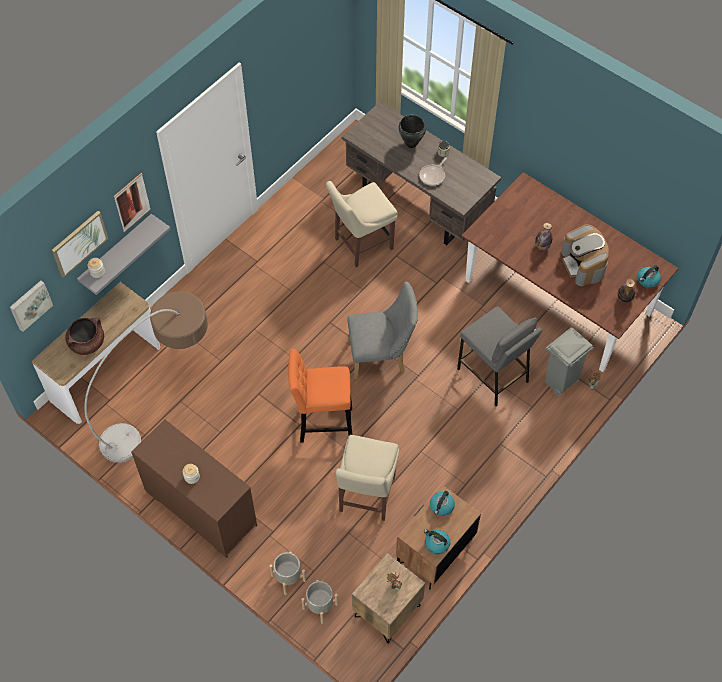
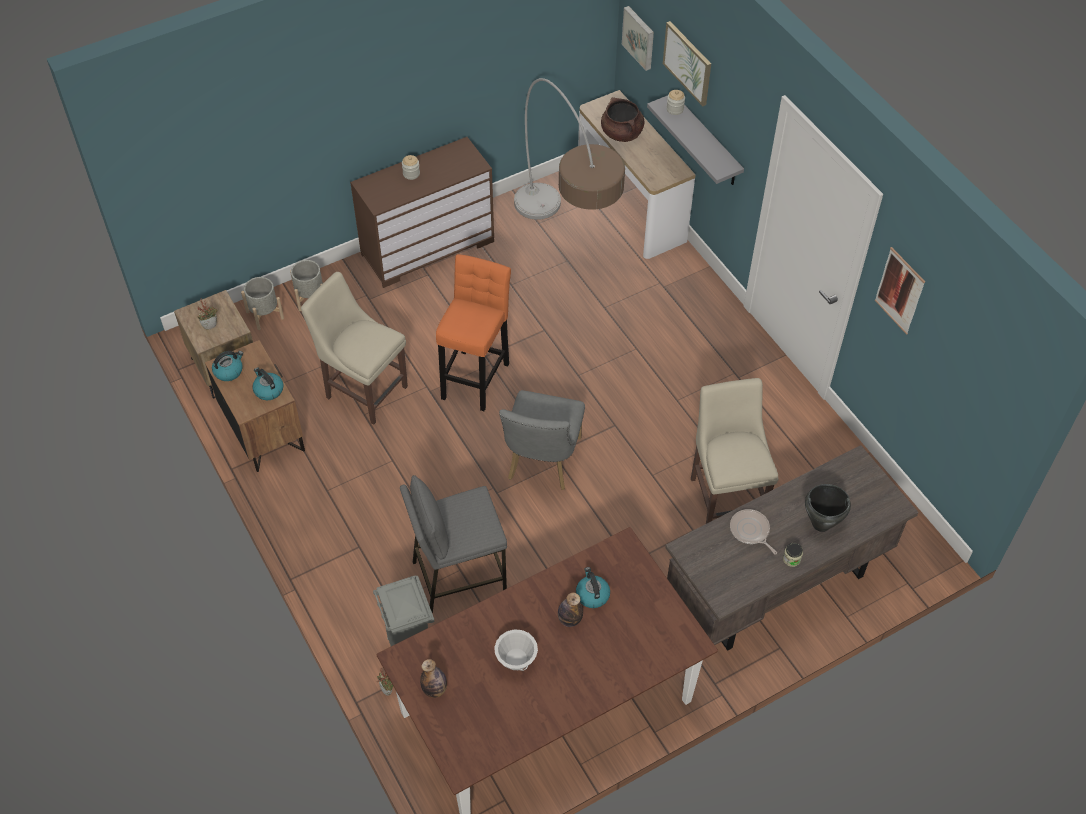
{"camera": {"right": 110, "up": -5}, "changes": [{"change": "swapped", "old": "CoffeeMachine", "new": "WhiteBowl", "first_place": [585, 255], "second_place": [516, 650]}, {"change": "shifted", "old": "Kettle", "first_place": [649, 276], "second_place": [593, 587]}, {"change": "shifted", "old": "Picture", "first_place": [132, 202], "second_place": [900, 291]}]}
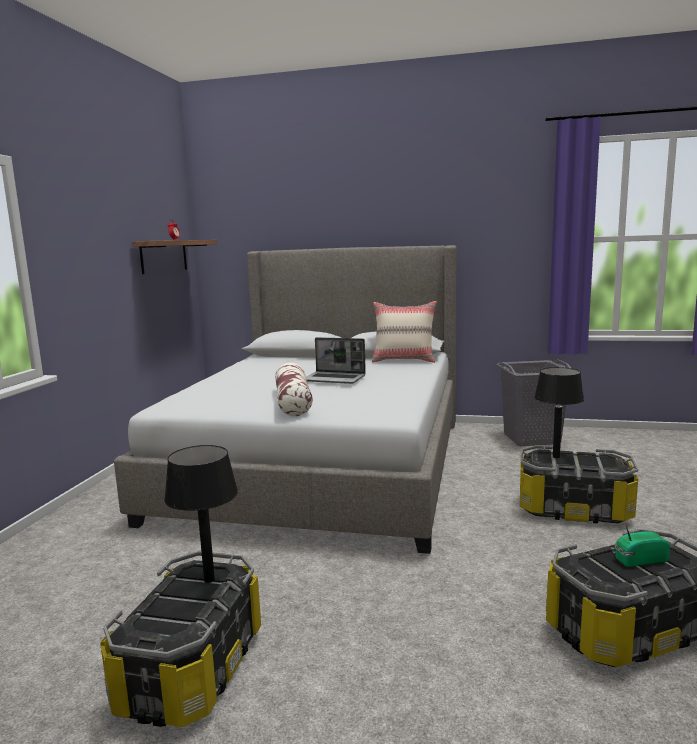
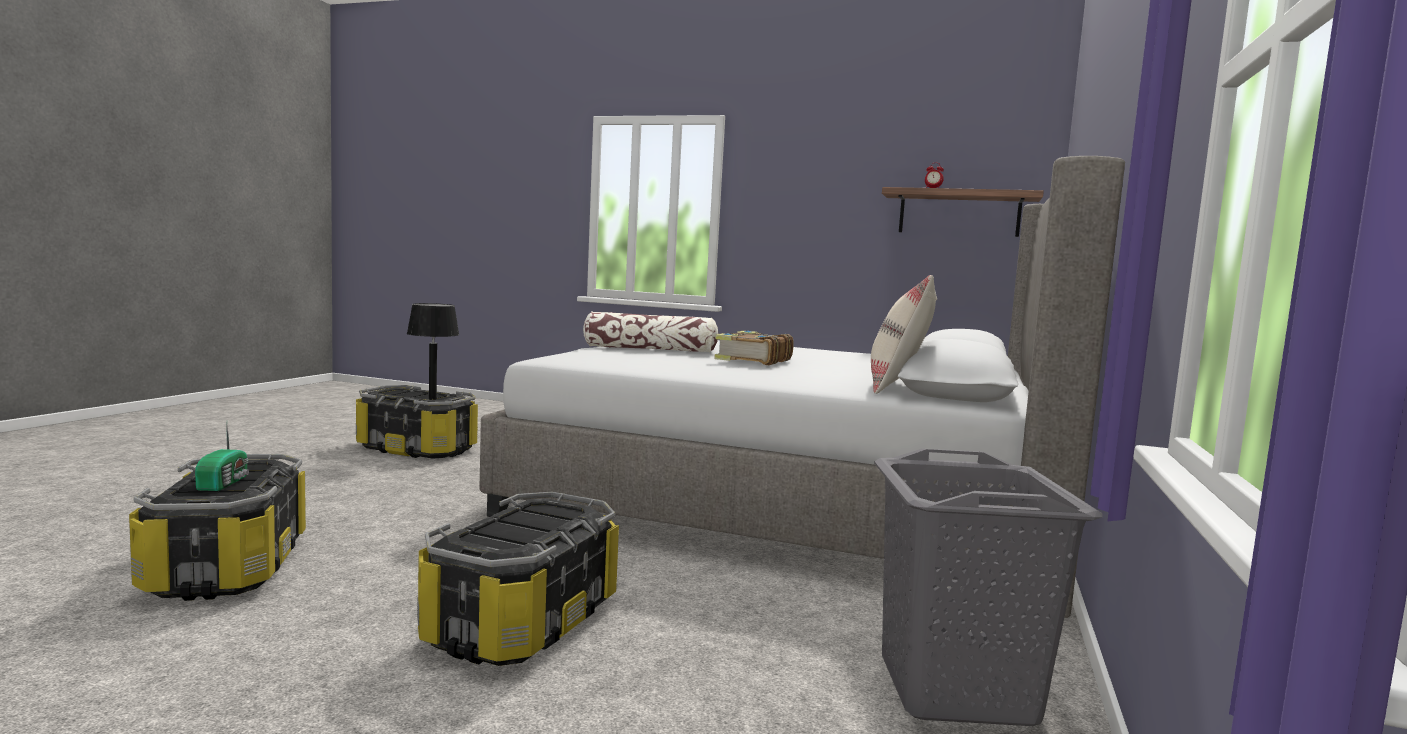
{"camera": {"right": 95, "up": -5}, "changes": [{"change": "swapped", "old": "Laptop", "new": "Book", "first_place": [336, 360], "second_place": [754, 348]}, {"change": "gone", "old": "BlackTableLamp", "first_place": [559, 412]}]}
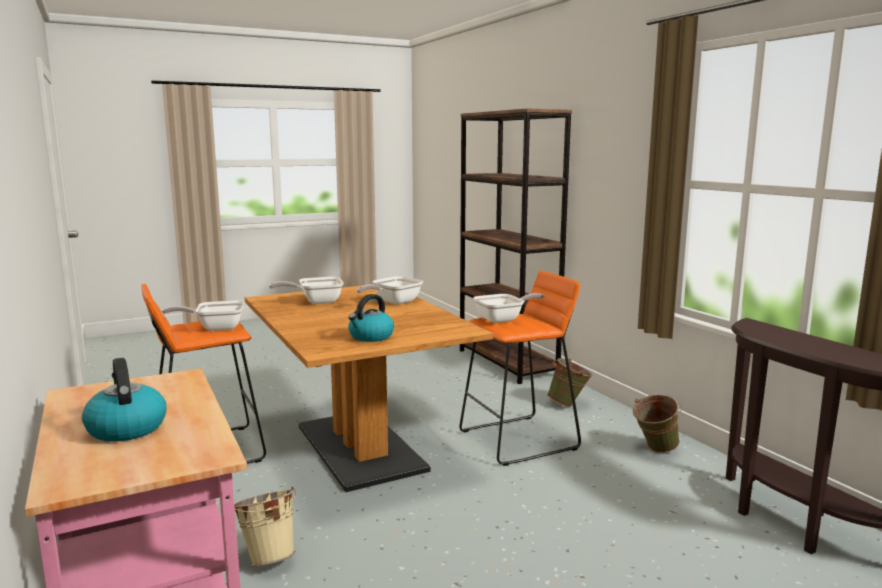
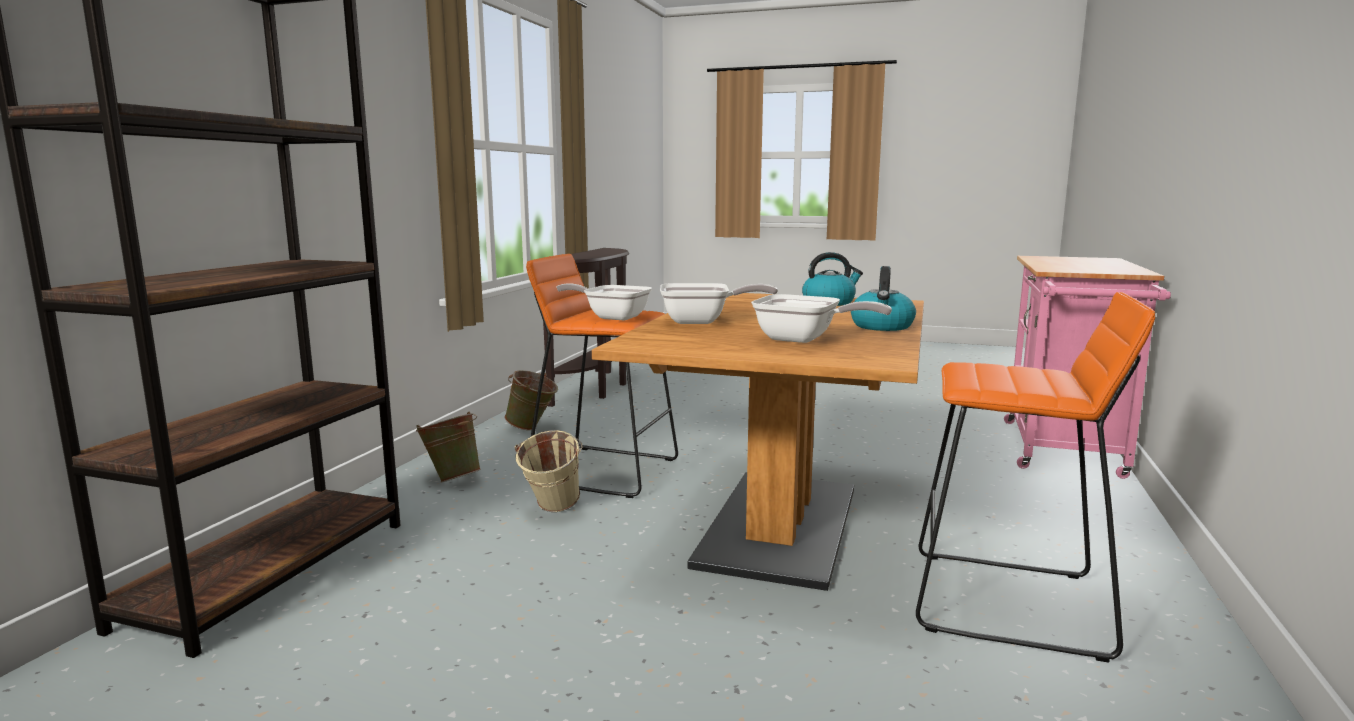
{"camera": {"right": -135, "up": 0}, "changes": [{"change": "shifted", "old": "BeigeBucket", "first_place": [265, 526], "second_place": [549, 471]}, {"change": "shifted", "old": "Kettle", "first_place": [124, 400], "second_place": [883, 298]}, {"change": "gone", "old": "FryingPan", "first_place": [203, 315]}]}
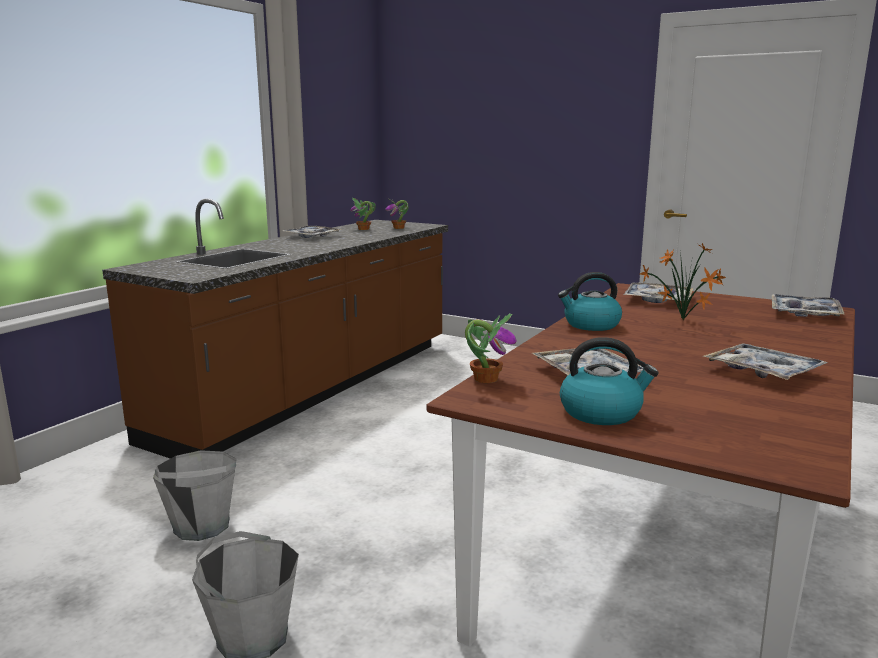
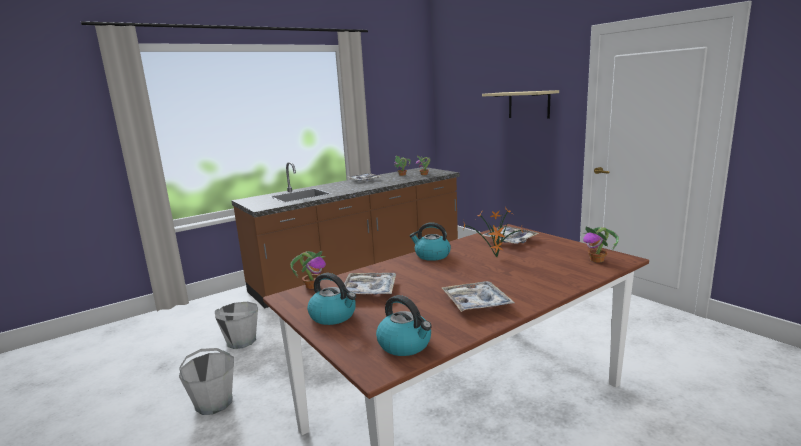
{"camera": {"right": 25, "up": 0}, "changes": [{"change": "new", "new": "Kettle", "second_place": [404, 325]}, {"change": "new", "new": "BeigeShelf", "second_place": [520, 104]}, {"change": "swapped", "old": "Tray", "new": "PottedPlant", "first_place": [808, 305], "second_place": [600, 245]}]}
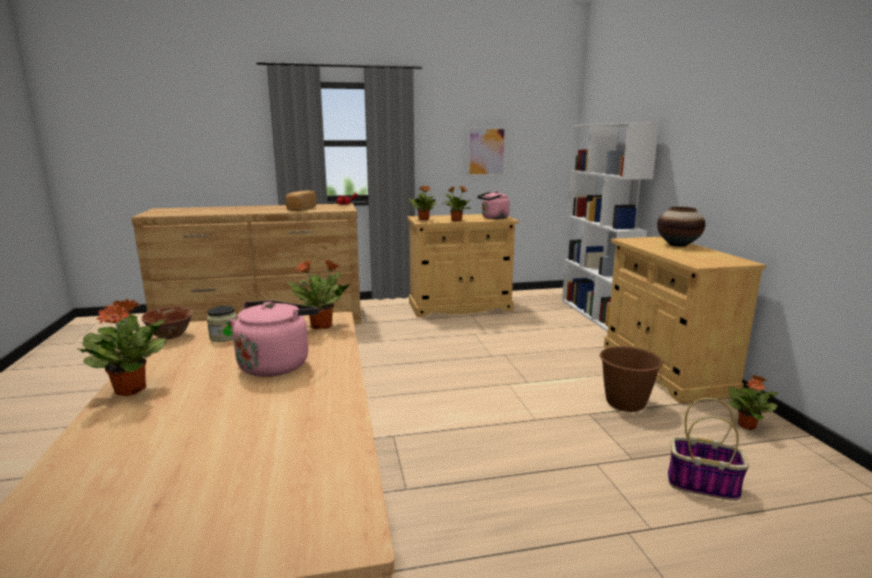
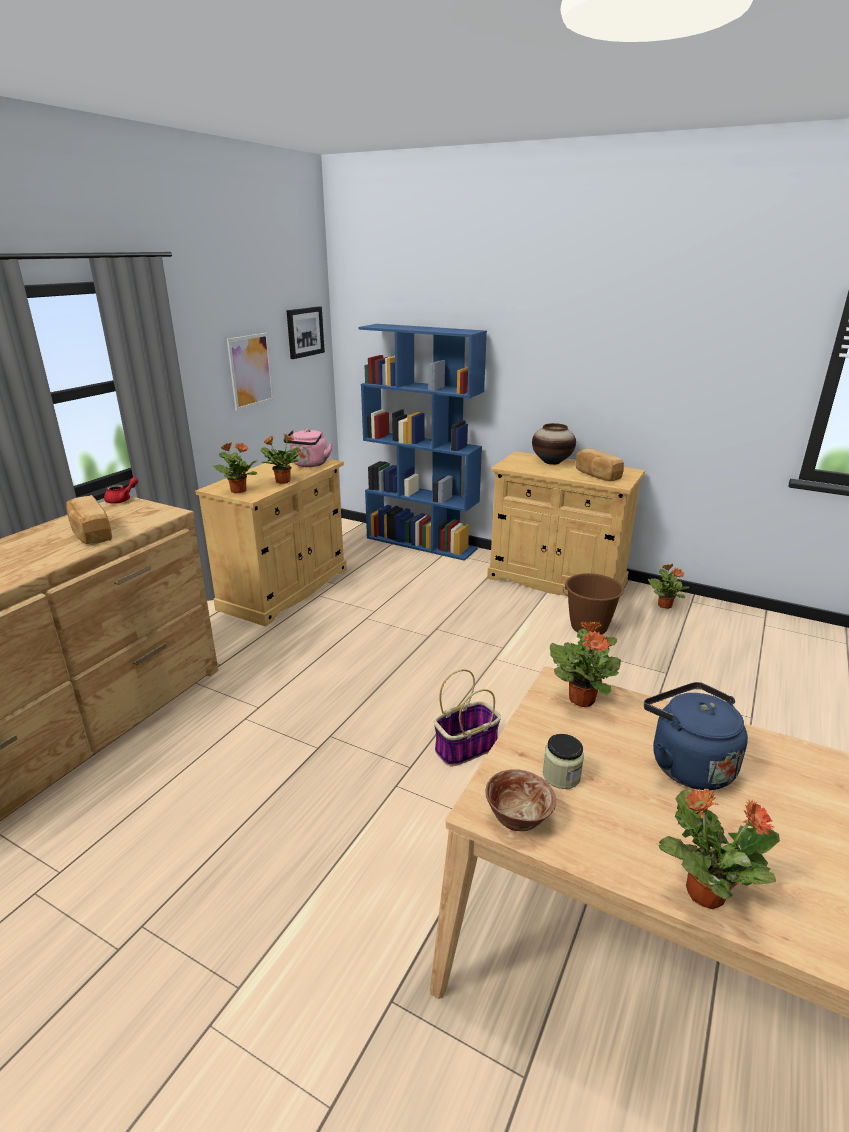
{"camera": {"right": -50, "up": 10}, "changes": [{"change": "new", "new": "Picture", "second_place": [306, 332]}, {"change": "repainted", "old": "WhiteBookcase", "new": "BlueBookcase", "first_place": [610, 227], "second_place": [422, 442]}, {"change": "shifted", "old": "Basket", "first_place": [708, 449], "second_place": [467, 718]}, {"change": "new", "new": "Bread", "second_place": [599, 464]}, {"change": "repainted", "old": "PinkKettle", "new": "BlueKettle", "first_place": [274, 338], "second_place": [696, 736]}]}
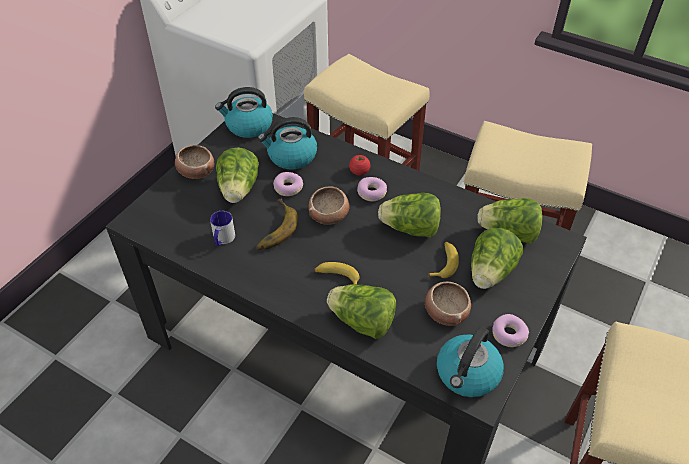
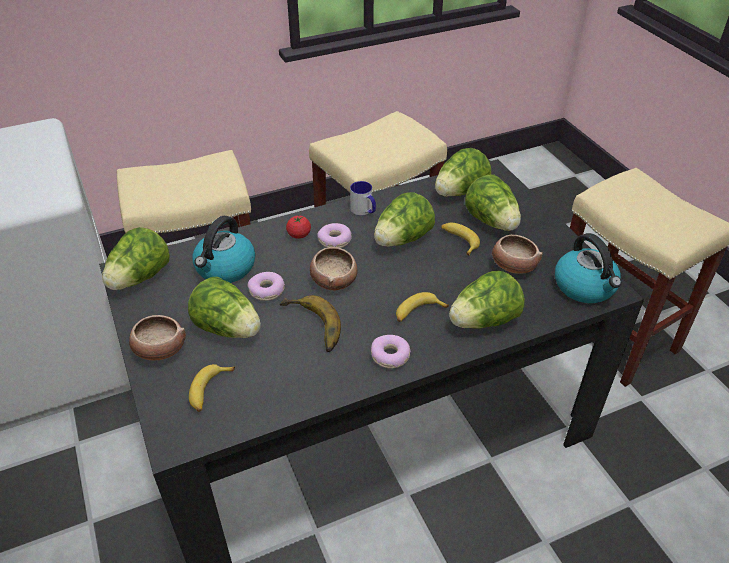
{"camera": {"right": -55, "up": -5}, "changes": [{"change": "swapped", "old": "Kettle", "new": "Lettuce", "first_place": [244, 112], "second_place": [136, 258]}, {"change": "new", "new": "Banana", "second_place": [212, 388]}, {"change": "shifted", "old": "Mug", "first_place": [222, 228], "second_place": [363, 198]}, {"change": "shifted", "old": "Donut", "first_place": [510, 330], "second_place": [391, 352]}]}
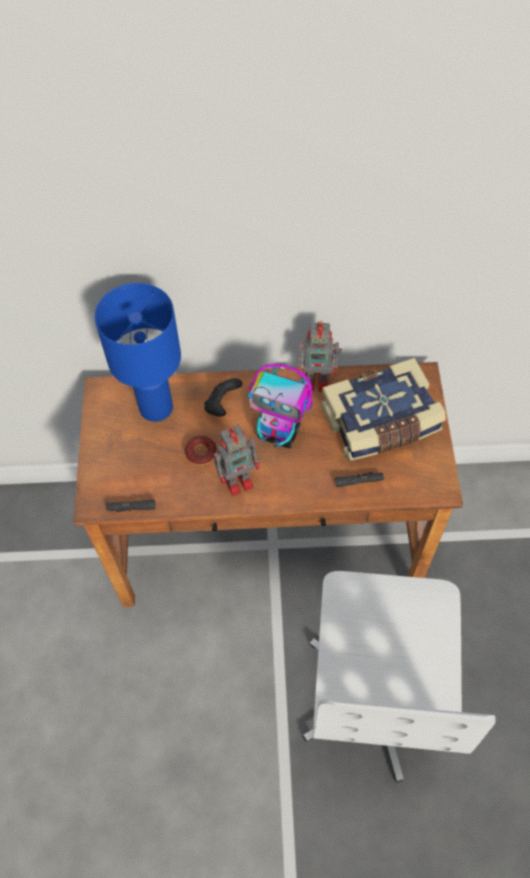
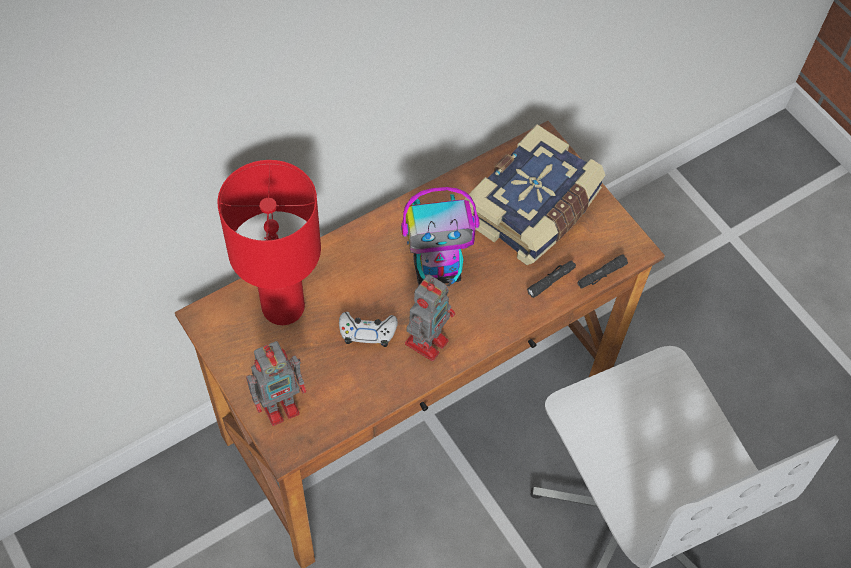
{"camera": {"right": -35, "up": 0}, "changes": [{"change": "repainted", "old": "BlueTableLamp", "new": "RedTableLamp", "first_place": [138, 352], "second_place": [269, 242]}, {"change": "shifted", "old": "ToyRobot", "first_place": [320, 356], "second_place": [276, 383]}, {"change": "swapped", "old": "Donut", "new": "WhiteGameController", "first_place": [201, 450], "second_place": [368, 329]}, {"change": "shifted", "old": "BlackFlashlight", "first_place": [131, 506], "second_place": [602, 272]}, {"change": "gone", "old": "BlackGameController", "first_place": [223, 397]}]}
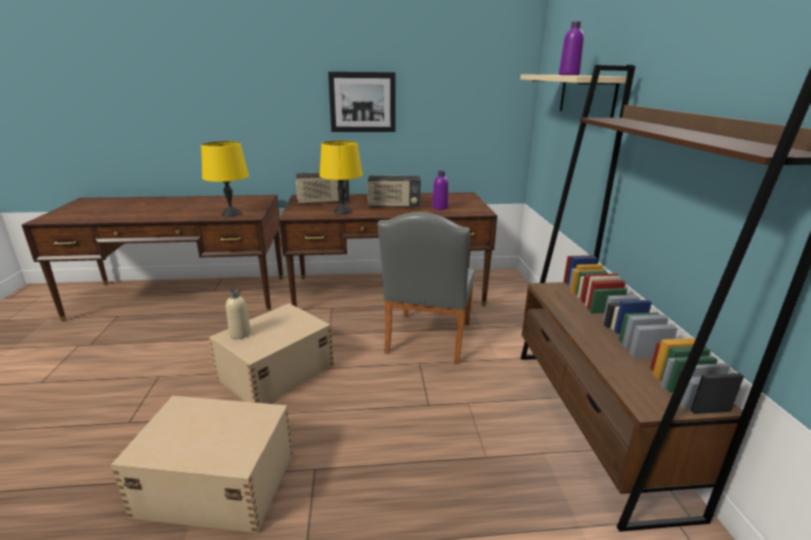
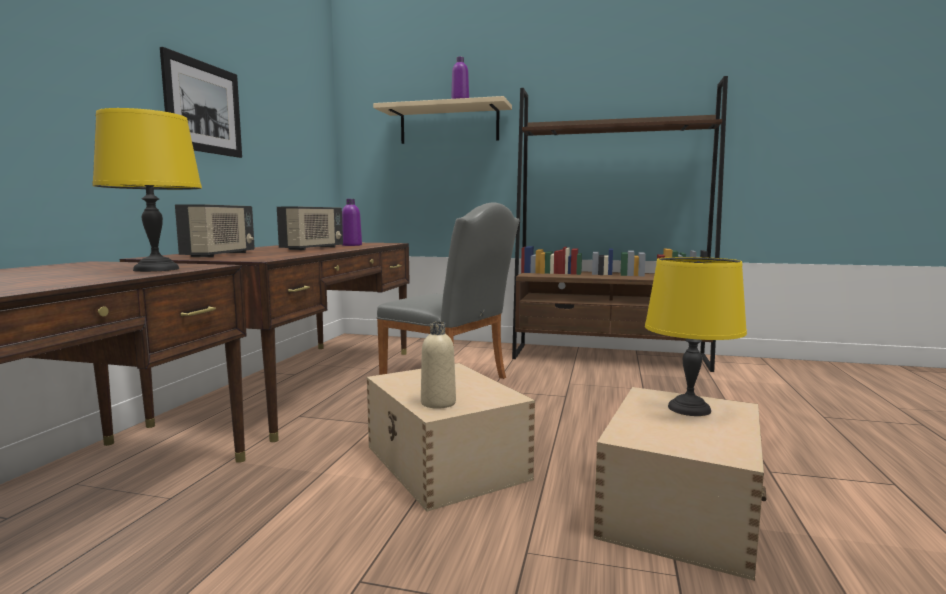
{"camera": {"right": -70, "up": -15}, "changes": [{"change": "shifted", "old": "YellowTableLamp", "first_place": [341, 177], "second_place": [696, 336]}]}
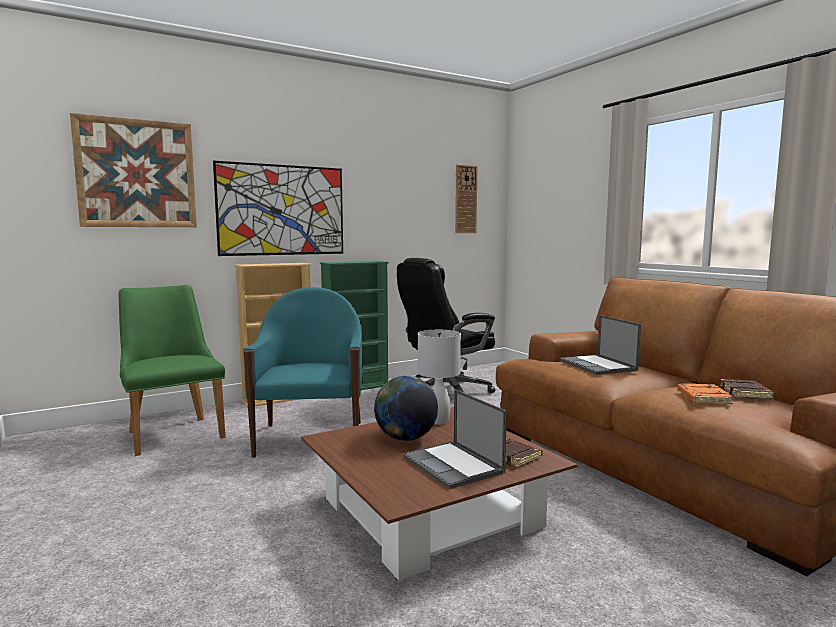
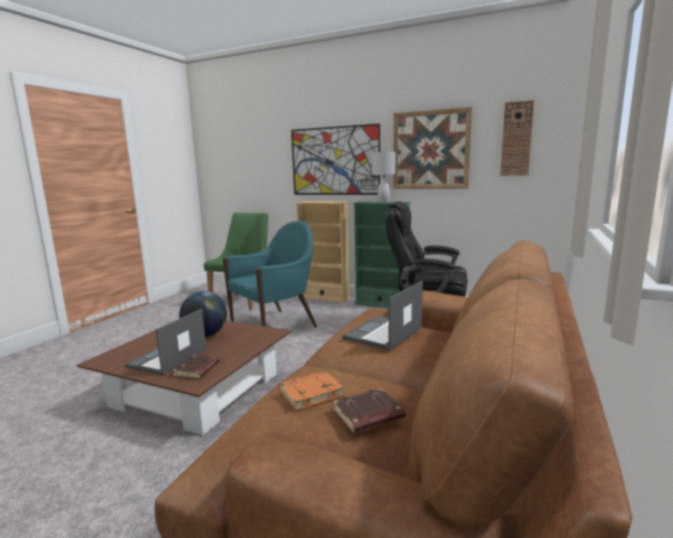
{"camera": {"right": 55, "up": 5}, "changes": [{"change": "shifted", "old": "WhiteTableLamp", "first_place": [439, 377], "second_place": [383, 177]}, {"change": "shifted", "old": "Picture", "first_place": [133, 170], "second_place": [432, 148]}]}
